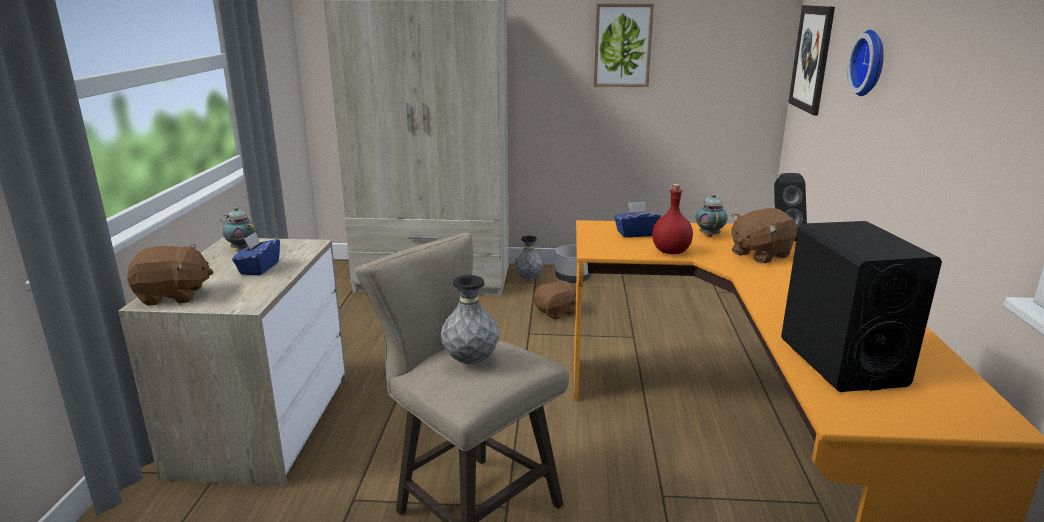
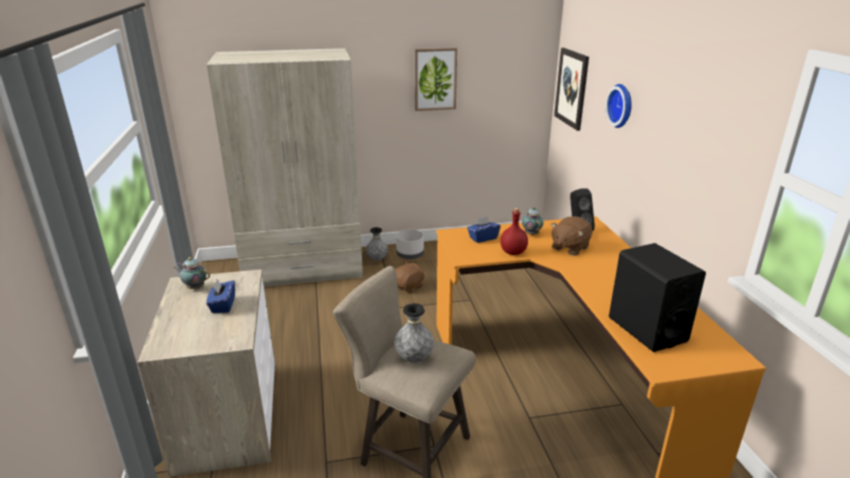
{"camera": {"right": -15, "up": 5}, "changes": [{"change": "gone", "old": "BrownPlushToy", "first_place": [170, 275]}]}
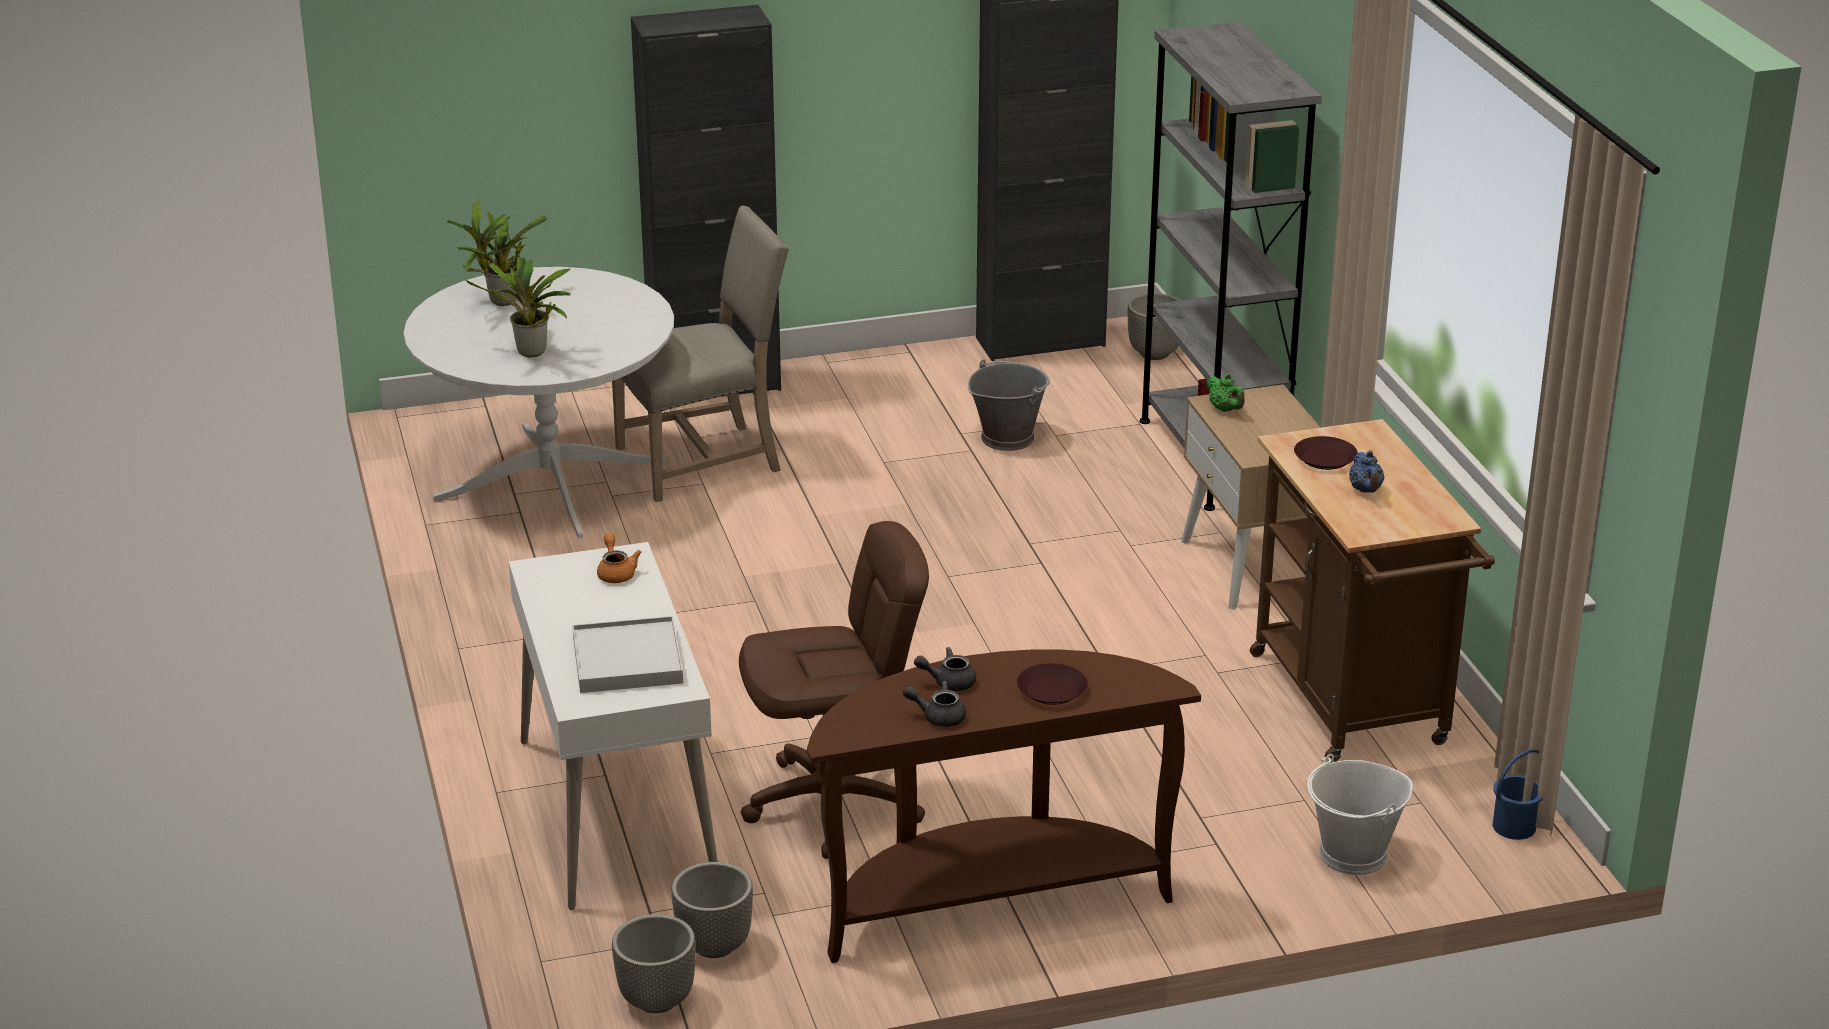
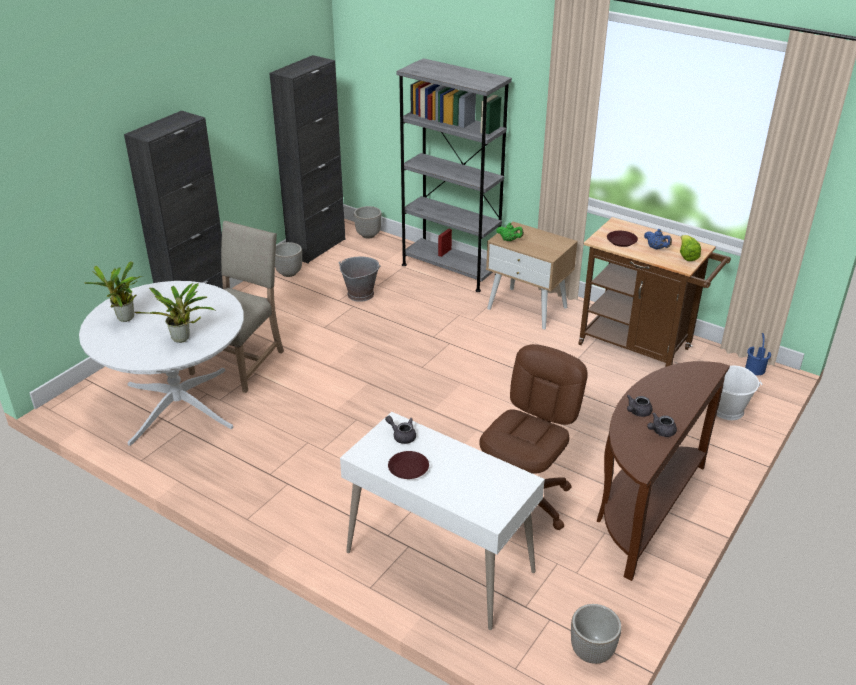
{"camera": {"right": -40, "up": 5}, "changes": [{"change": "shifted", "old": "Planter", "first_place": [712, 910], "second_place": [288, 259]}, {"change": "repainted", "old": "OrangeTeapot", "new": "GreyTeapot", "first_place": [619, 558], "second_place": [400, 430]}, {"change": "shifted", "old": "BrownPlate", "first_place": [1052, 684], "second_place": [408, 465]}, {"change": "new", "new": "Lettuce", "second_place": [690, 248]}, {"change": "gone", "old": "WhiteTray", "first_place": [627, 654]}]}
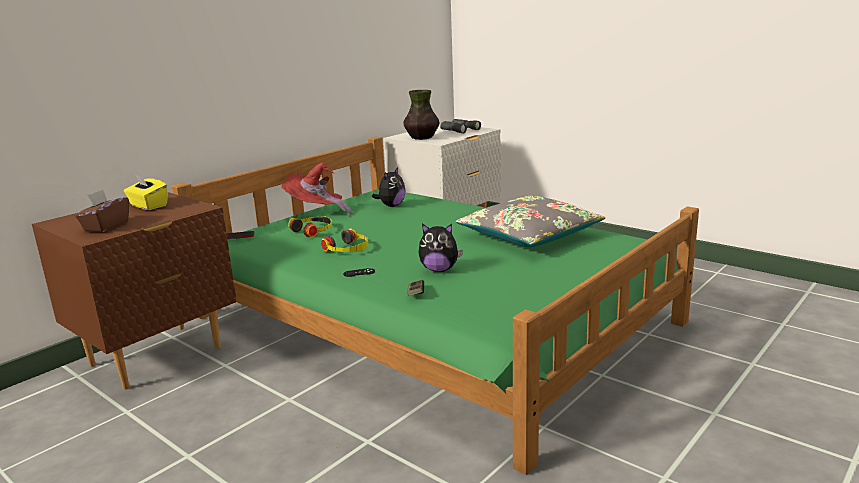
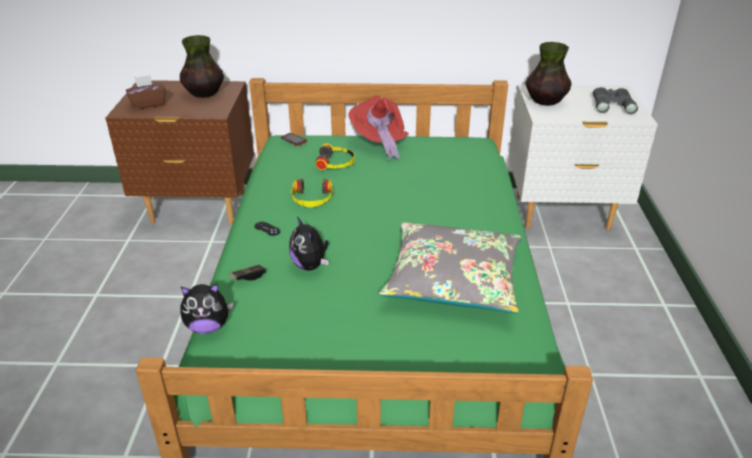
{"camera": {"right": 50, "up": 15}, "changes": [{"change": "swapped", "old": "YellowTissueBox", "new": "Vase", "first_place": [146, 192], "second_place": [202, 66]}, {"change": "shifted", "old": "PlushToy", "first_place": [389, 187], "second_place": [206, 309]}]}
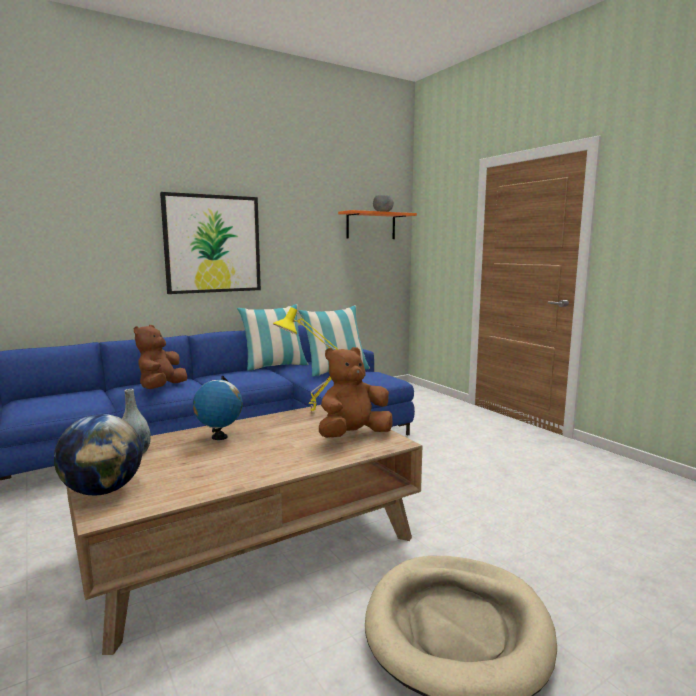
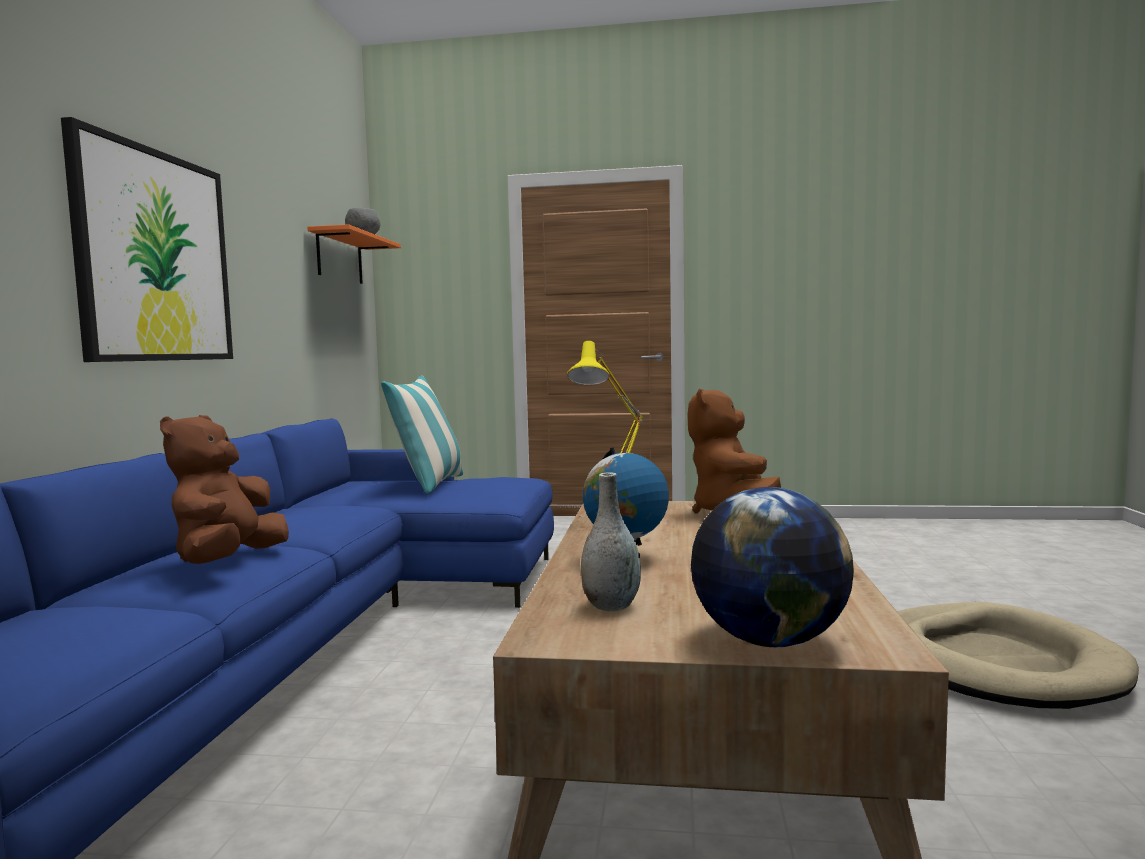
{"camera": {"right": -50, "up": -5}, "changes": [{"change": "rotated", "old": "BrownPlushToy", "first_place": [160, 357], "second_place": [224, 489], "degrees": 45}, {"change": "gone", "old": "Pillow", "first_place": [273, 337]}]}
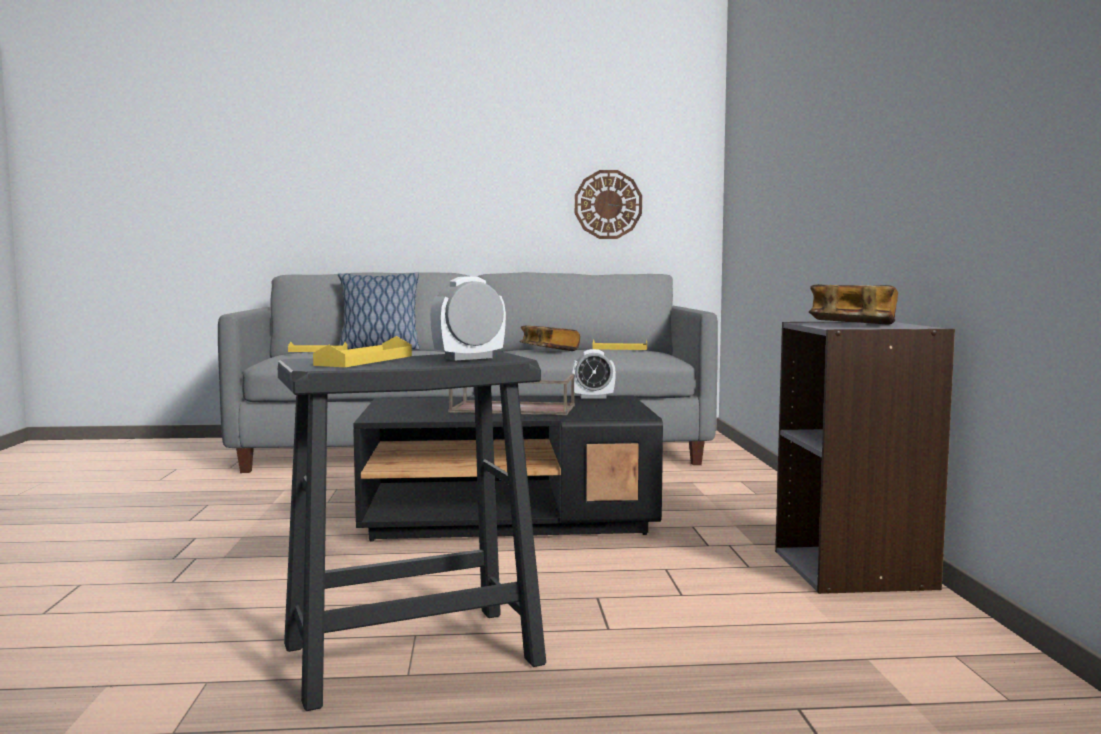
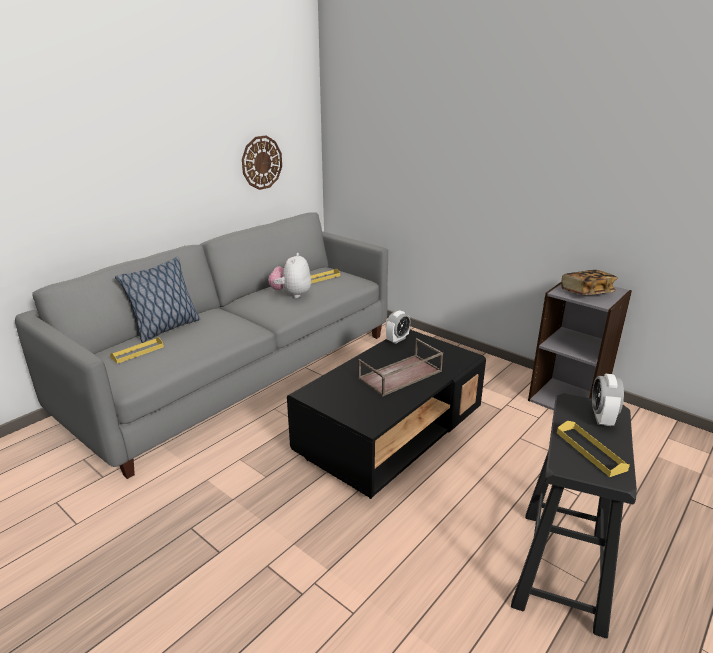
{"camera": {"right": -45, "up": 20}, "changes": [{"change": "swapped", "old": "Book", "new": "PlushToy", "first_place": [550, 338], "second_place": [289, 275]}]}
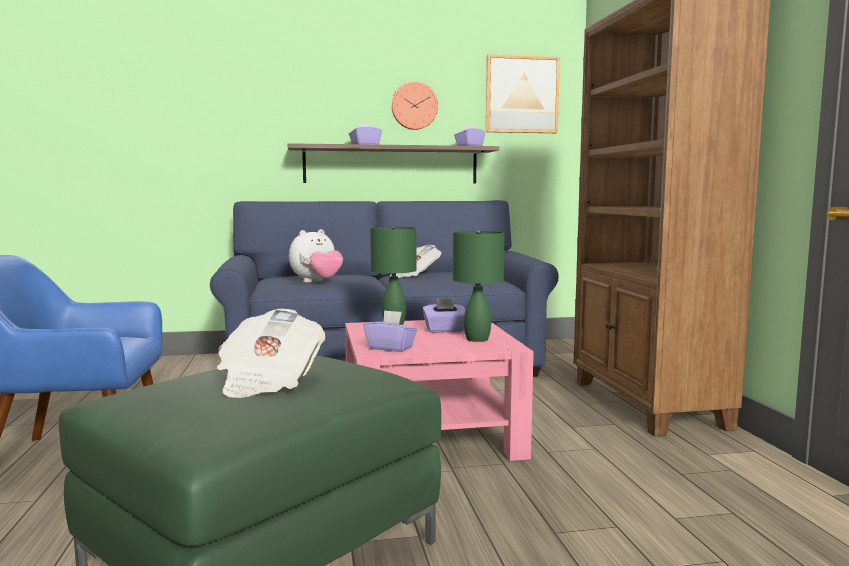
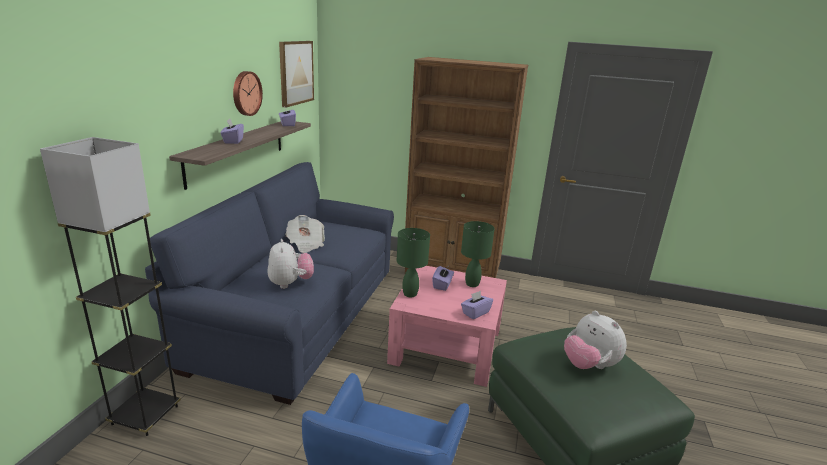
{"camera": {"right": -65, "up": 15}, "changes": [{"change": "new", "new": "GreyFloorLamp", "second_place": [110, 286]}, {"change": "swapped", "old": "Newspaper", "new": "PlushToy", "first_place": [271, 353], "second_place": [595, 340]}]}
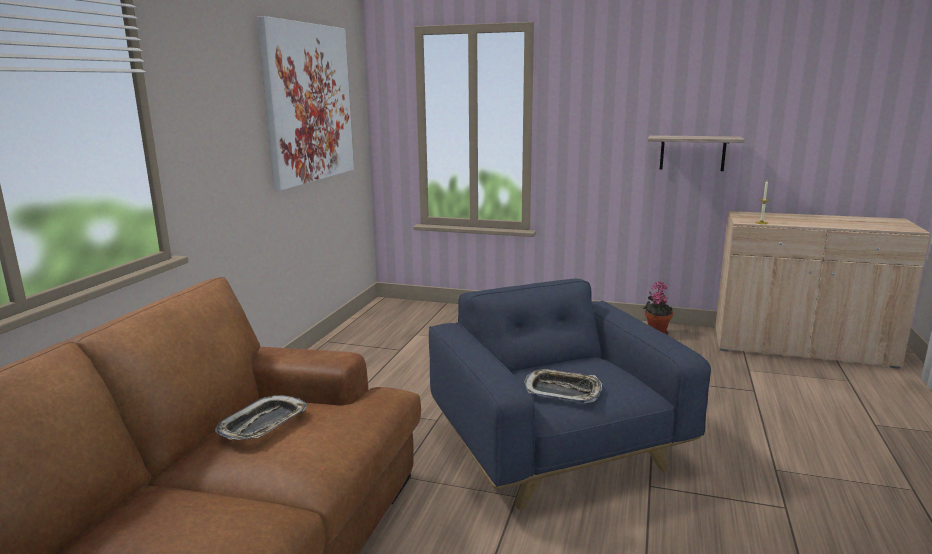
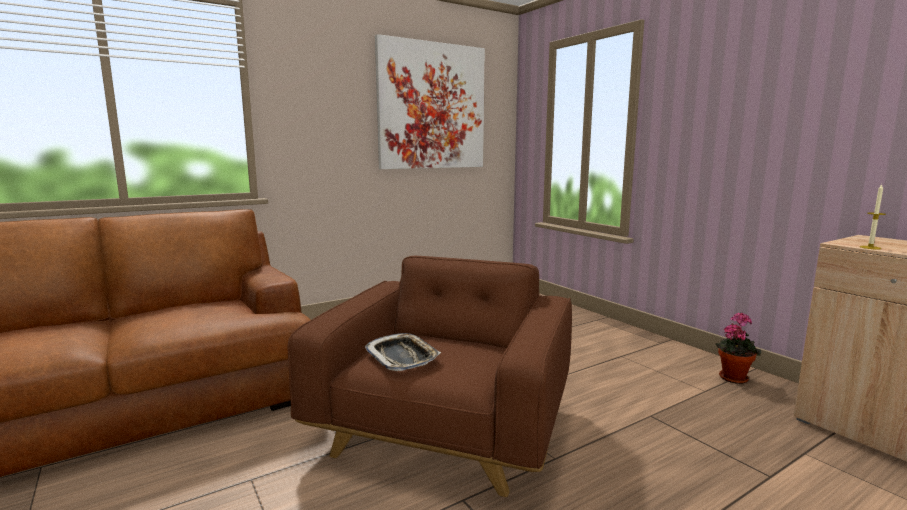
{"camera": {"right": 40, "up": -5}, "changes": [{"change": "repainted", "old": "BlueArmchair", "new": "BrownArmchair", "first_place": [570, 394], "second_place": [430, 376]}, {"change": "gone", "old": "Tray", "first_place": [261, 417]}, {"change": "gone", "old": "Shelf", "first_place": [696, 153]}]}
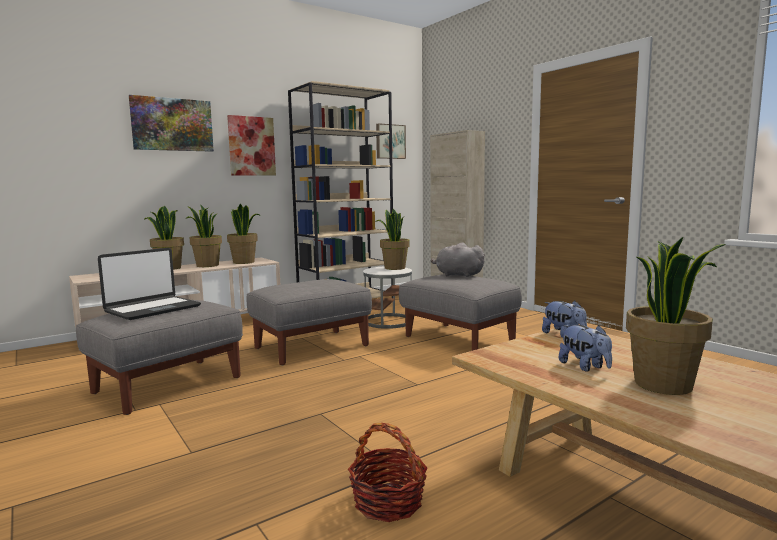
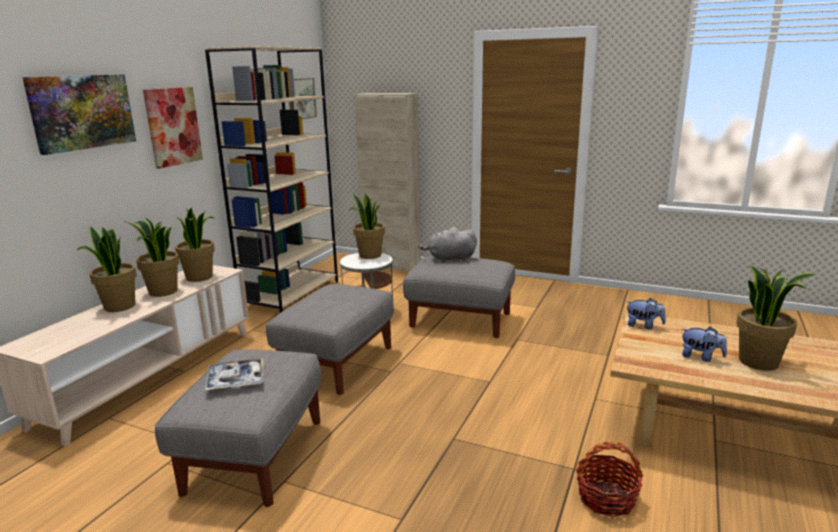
{"camera": {"right": -30, "up": 10}, "changes": [{"change": "swapped", "old": "Laptop", "new": "Tray", "first_place": [149, 284], "second_place": [233, 374]}]}
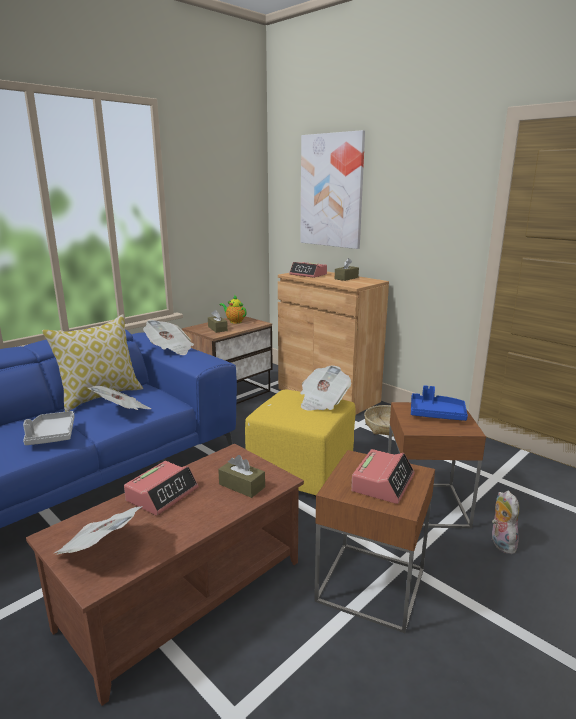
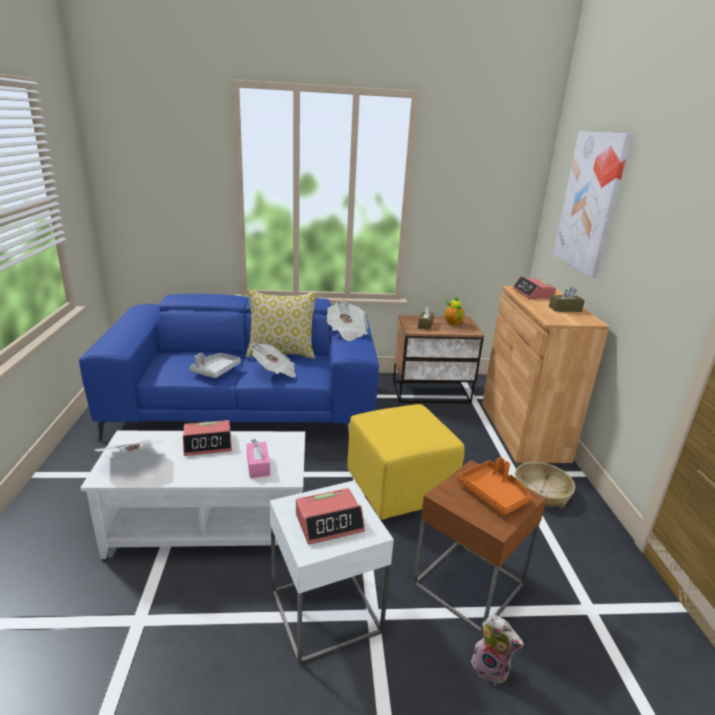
{"camera": {"right": 40, "up": 5}, "changes": [{"change": "repainted", "old": "BrownCoffeeTable", "new": "WhiteCoffeeTable", "first_place": [165, 575], "second_place": [192, 495]}, {"change": "repainted", "old": "BrownTissueBox", "new": "PinkTissueBox", "first_place": [241, 476], "second_place": [258, 458]}, {"change": "repainted", "old": "BrownSideTable", "new": "WhiteSideTable", "first_place": [374, 541], "second_place": [332, 572]}, {"change": "repainted", "old": "BlueTray", "new": "OrangeTray", "first_place": [439, 403], "second_place": [494, 486]}, {"change": "rotated", "old": "PlushToy", "first_place": [505, 522], "second_place": [497, 650], "degrees": 90}, {"change": "gone", "old": "Newspaper", "first_place": [325, 387]}]}
